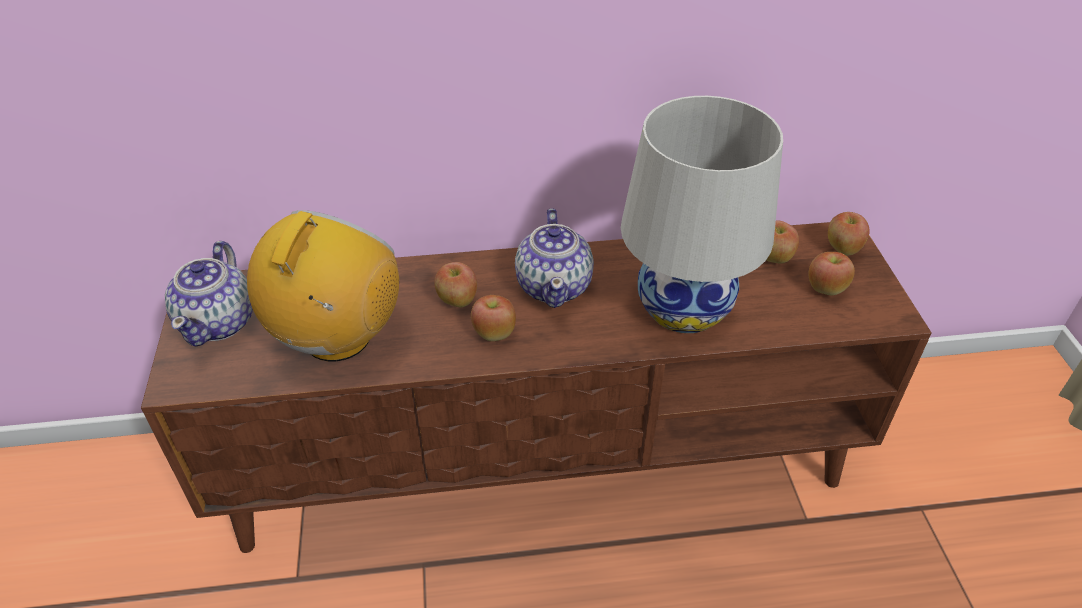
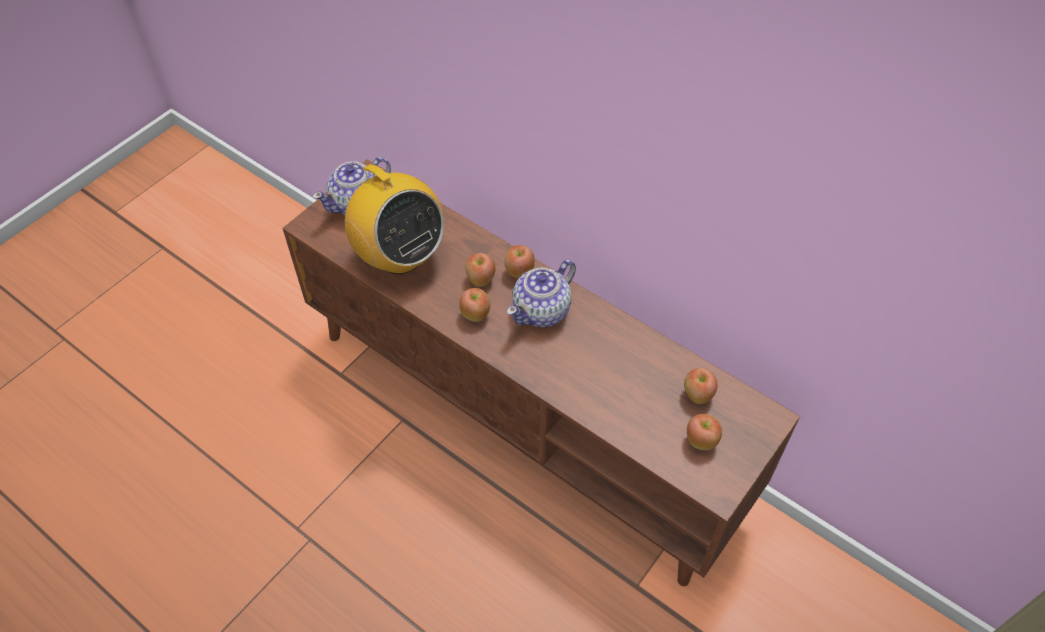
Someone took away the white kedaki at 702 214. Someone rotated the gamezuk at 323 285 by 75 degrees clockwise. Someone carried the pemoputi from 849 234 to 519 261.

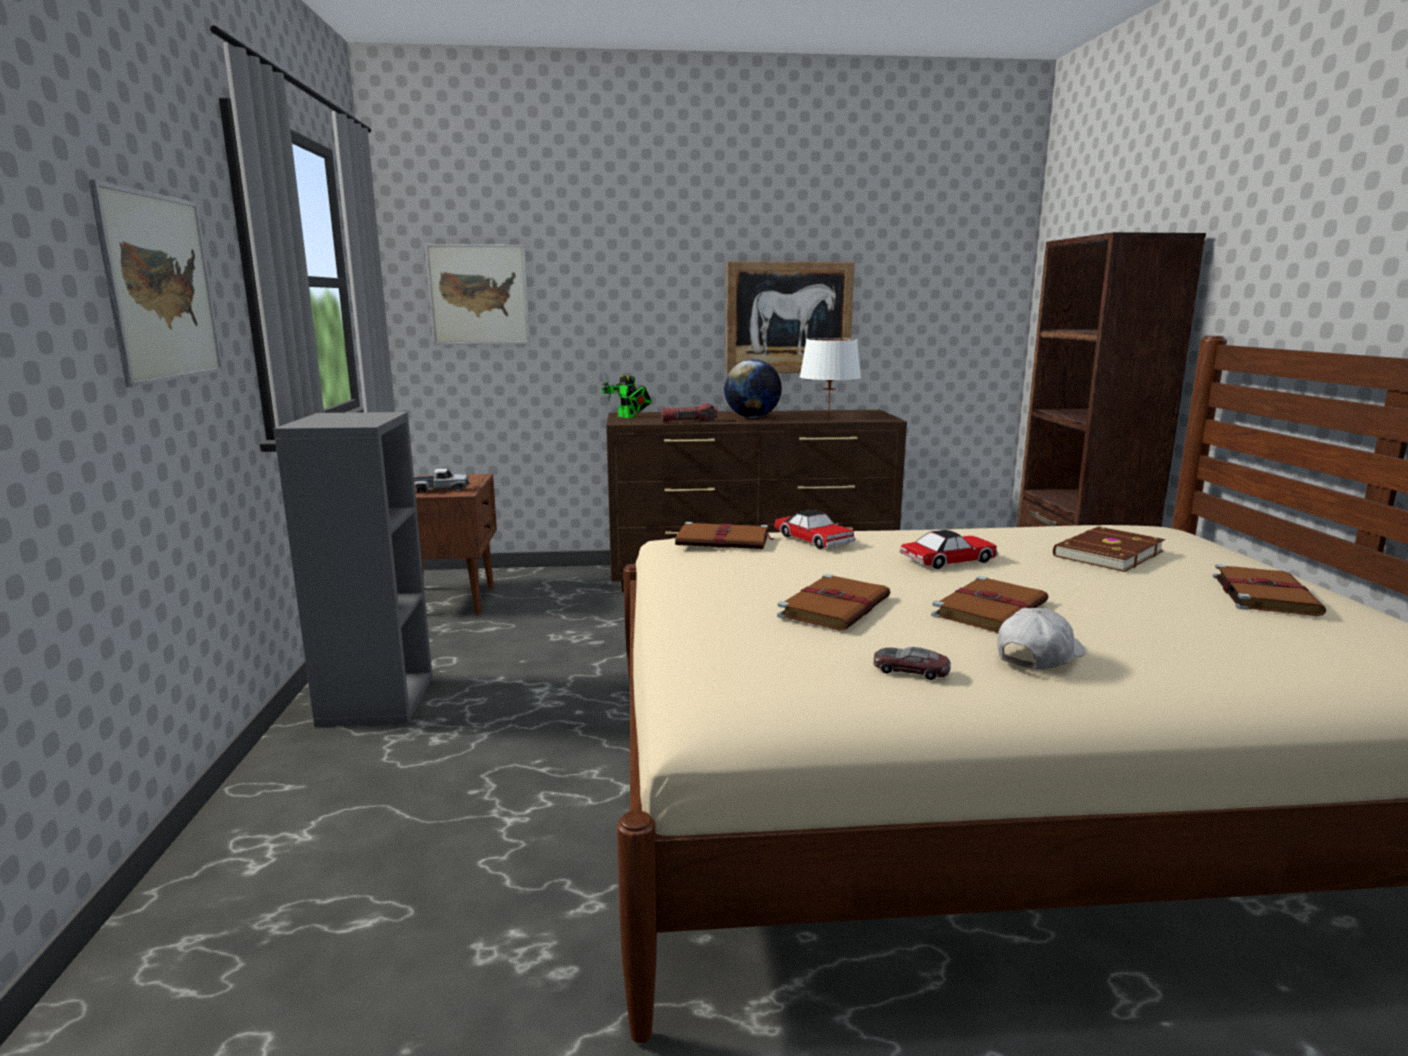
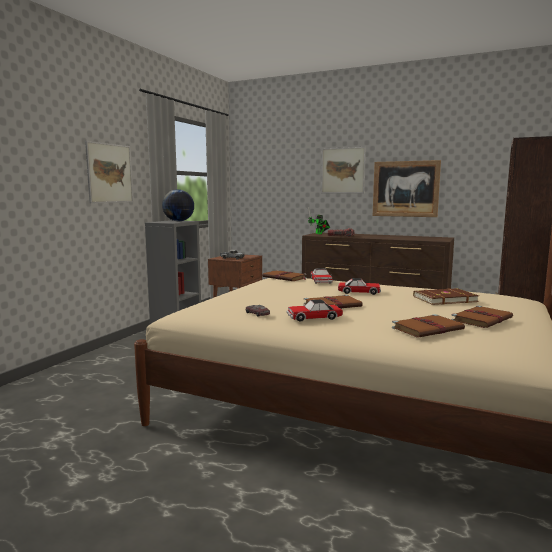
Someone carried the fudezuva from 478 294 to 343 170. Someone took away the white kedaki at 830 378. Someone carried the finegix from 753 388 to 178 205. Someone carried the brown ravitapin from 833 602 to 428 325. Someone swapped the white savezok at 1041 639 for the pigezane at 315 311.

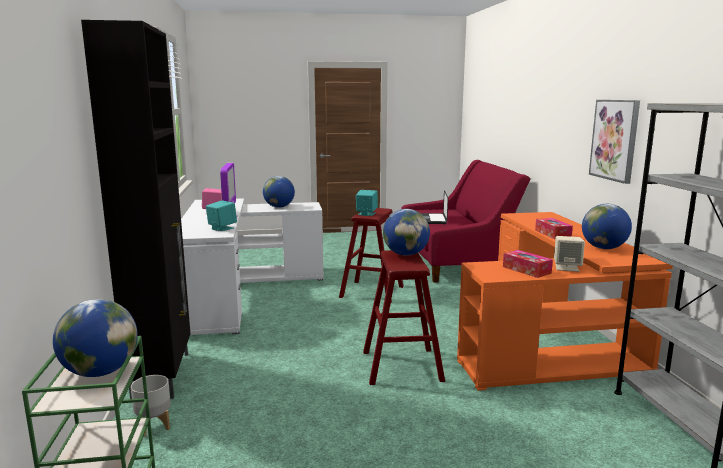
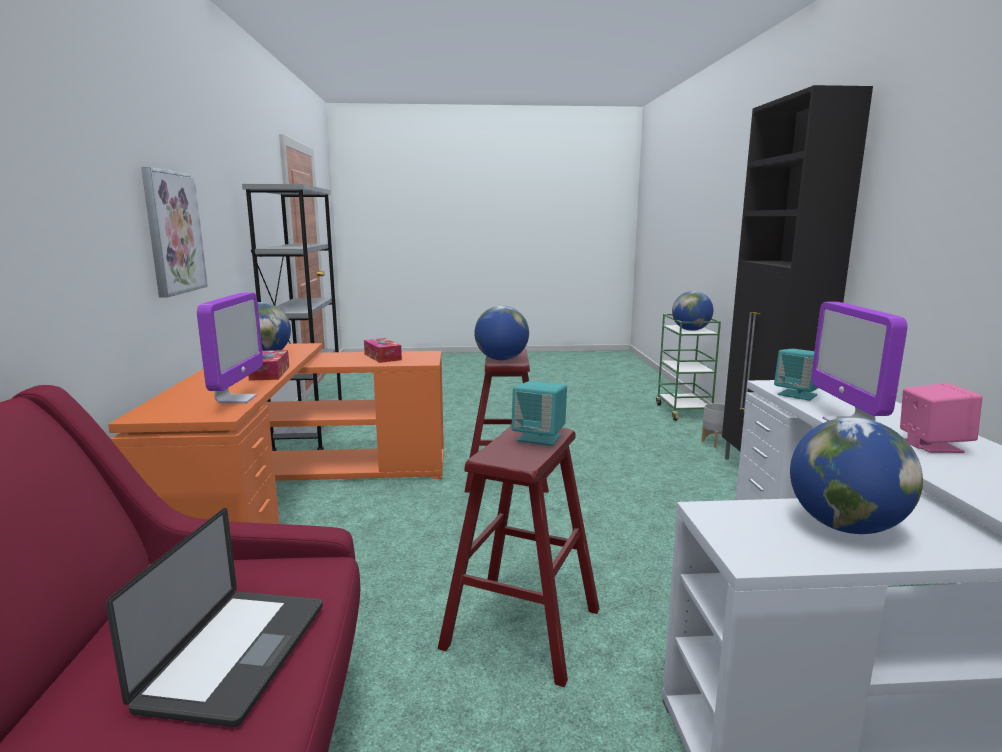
Someone took away the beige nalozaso at 569 254. Someone put down the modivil at 230 347.

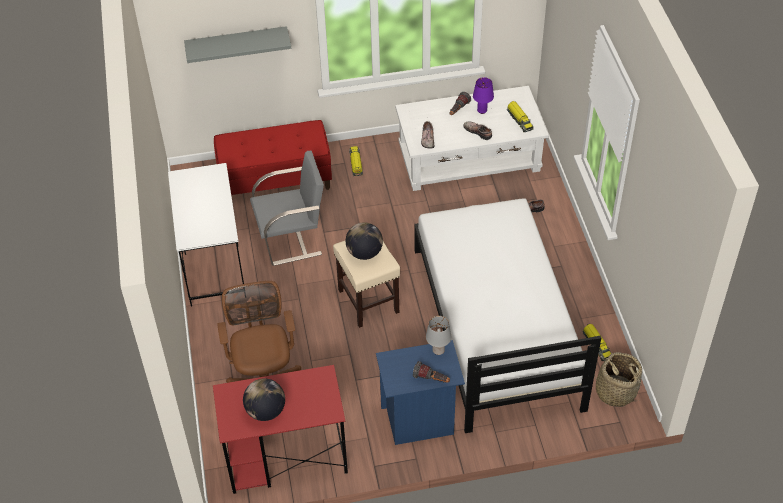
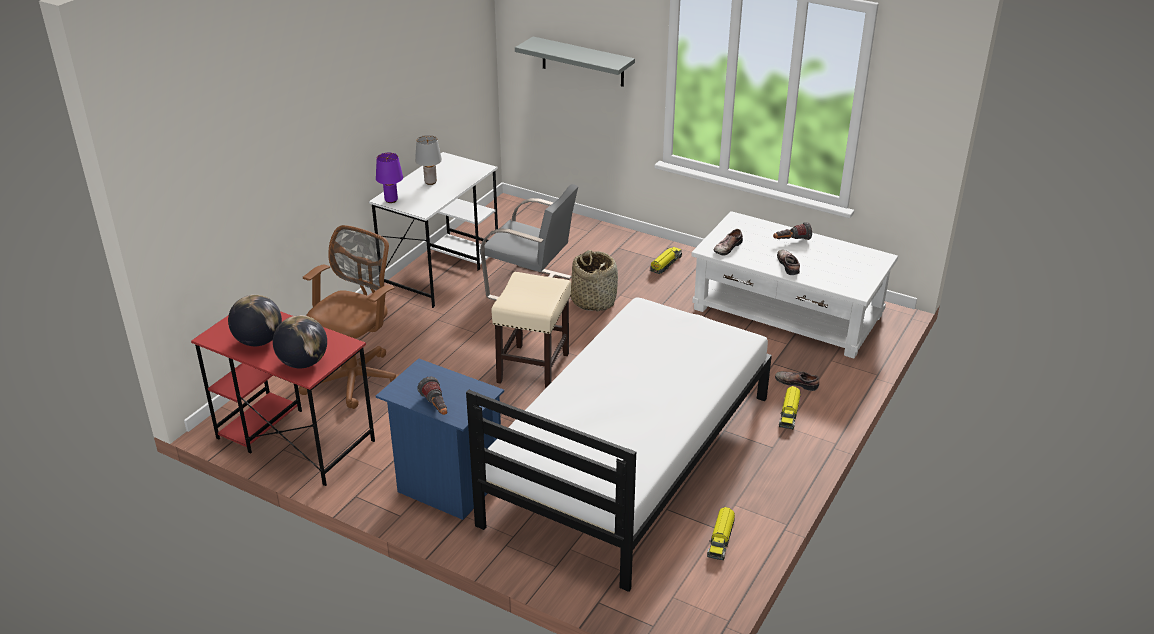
Someone carried the purple kedaki from 483 95 to 389 178. Someone carried the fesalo from 520 116 to 789 408. Someone took away the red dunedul at 273 157. Someone carried the finegix from 364 241 to 300 341. Someone carried the grey kedaki from 438 335 to 428 160. Someone carried the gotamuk from 618 379 to 594 281.

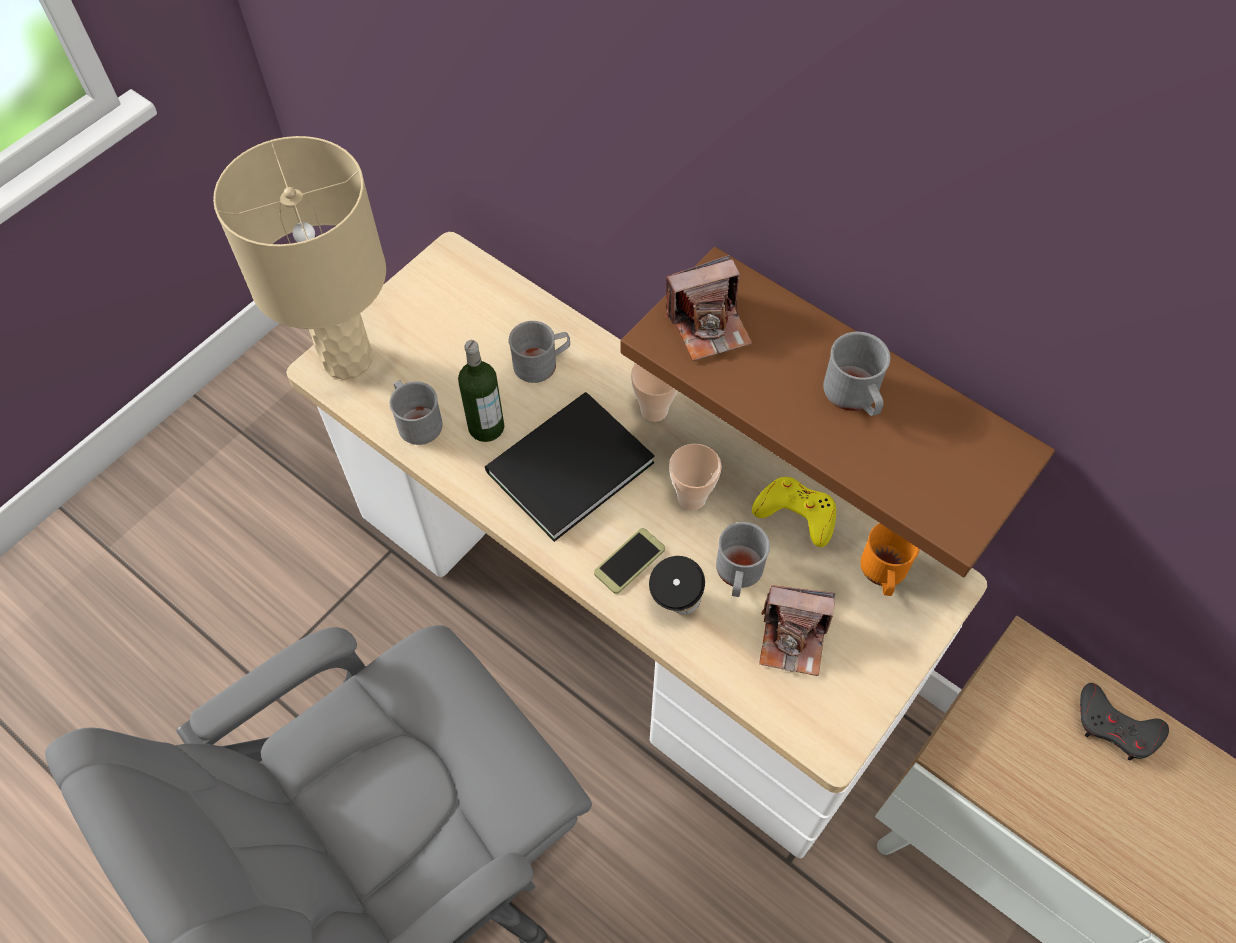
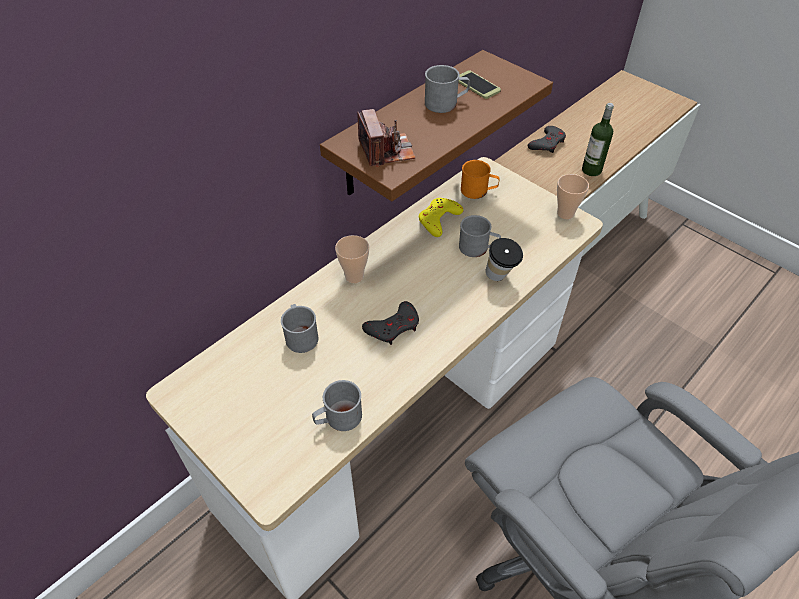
Someone took away the beige kedaki at 299 258. Someone carried the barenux from 481 391 to 598 139. Someone swapped the black ravitapin at 570 467 for the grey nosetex at 390 323. Someone carried the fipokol from 695 477 to 573 196. Someone carried the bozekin from 629 561 to 479 84. Someone took away the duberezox at 797 630.

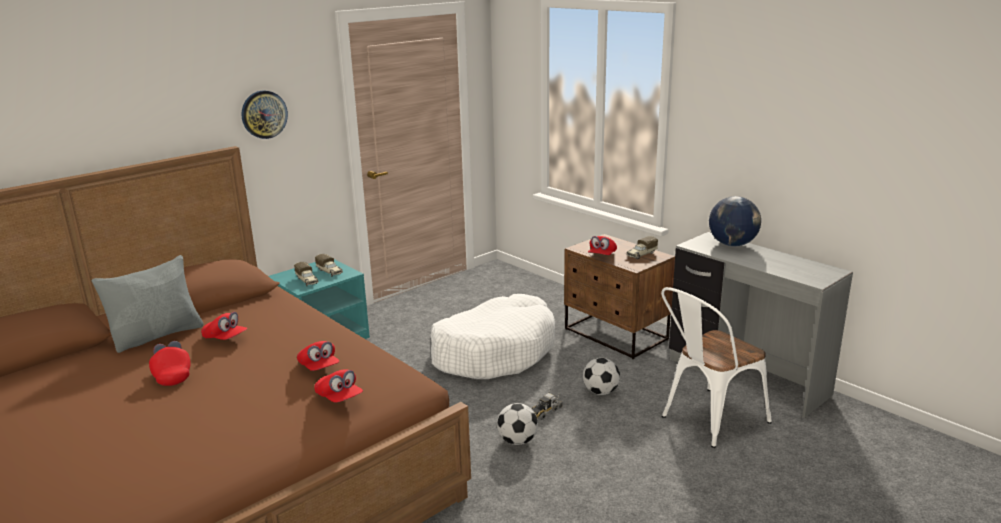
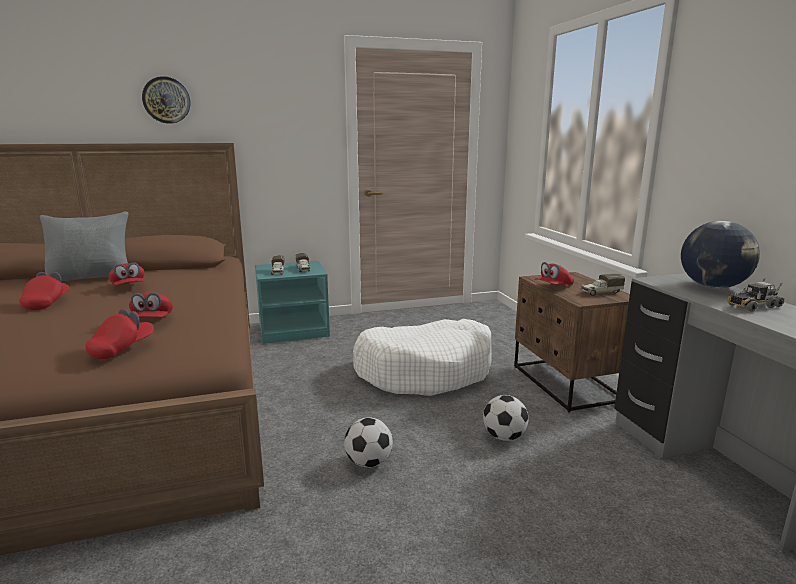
Someone carried the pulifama from 264 114 to 166 100. Someone took away the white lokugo at 716 367. Someone rotated the red savezok at 338 386 by 135 degrees counterclockwise. Someone carried the fesalo from 547 404 to 755 295.

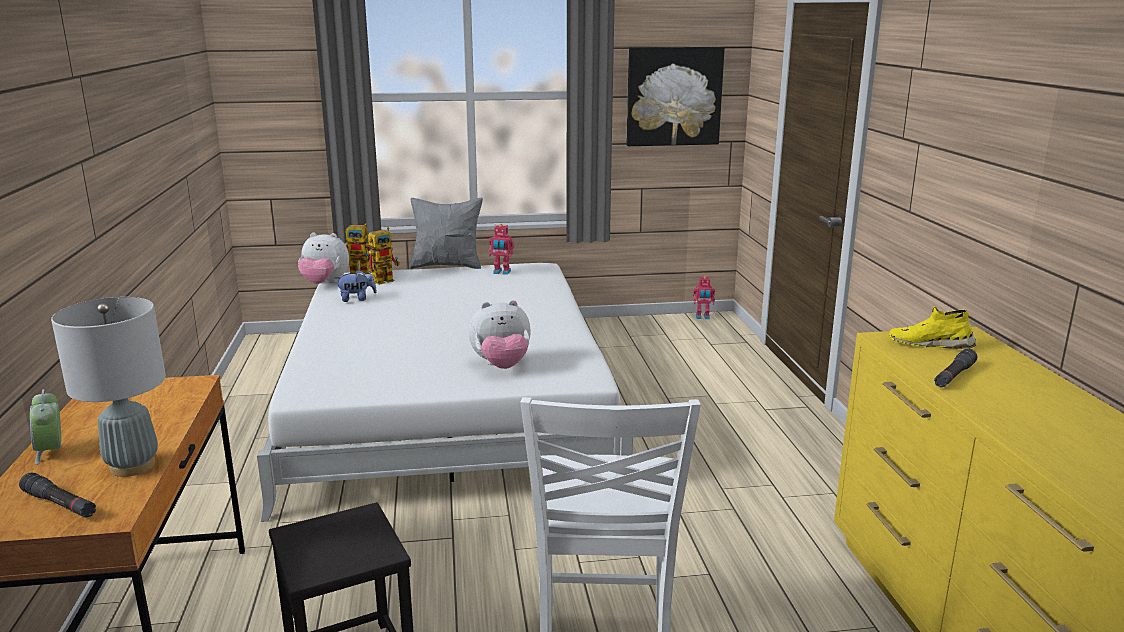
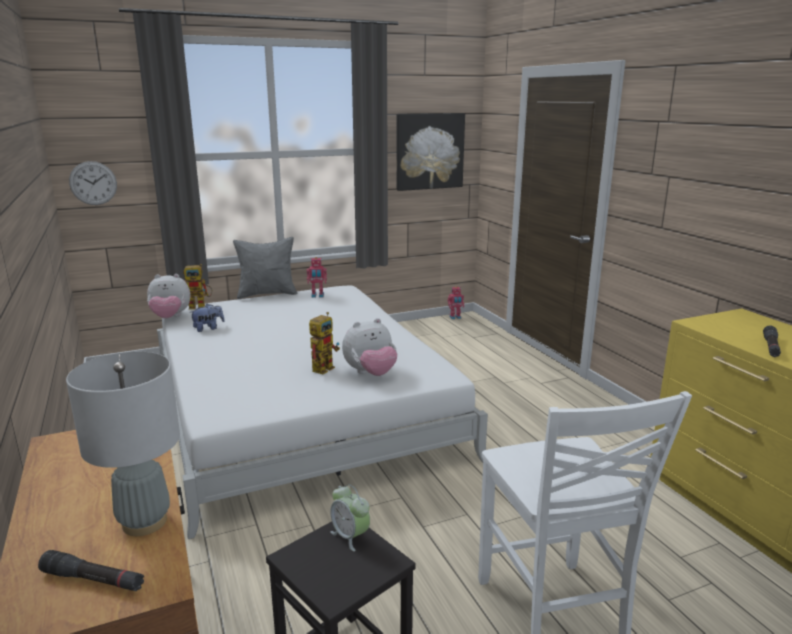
Someone carried the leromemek from 384 256 to 324 343. Someone took away the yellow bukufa at 932 327. Someone carried the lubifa from 45 427 to 350 518. Someone put up the pulifama at 93 183.

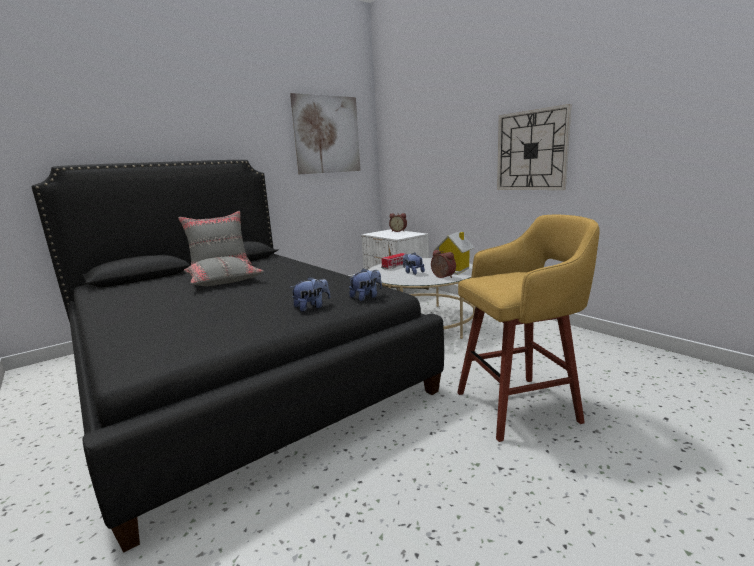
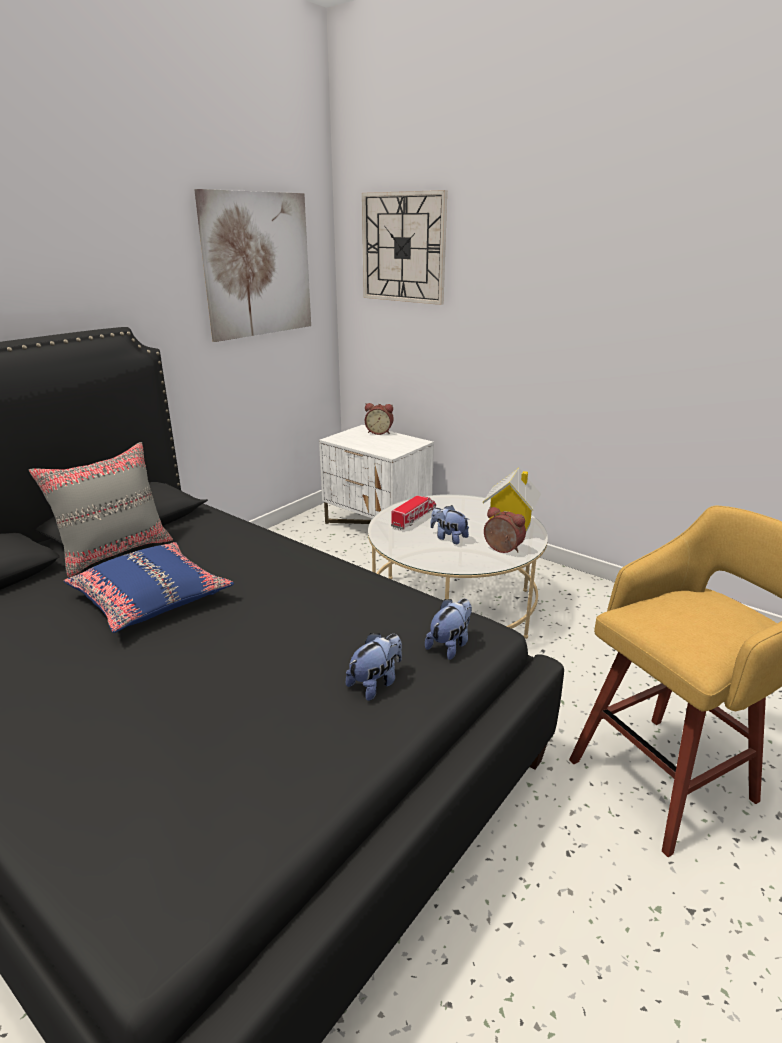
Someone carried the pulifama from 534 147 to 404 247. Someone repainted the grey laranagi at 224 271, which became the blue laranagi at 149 587.

